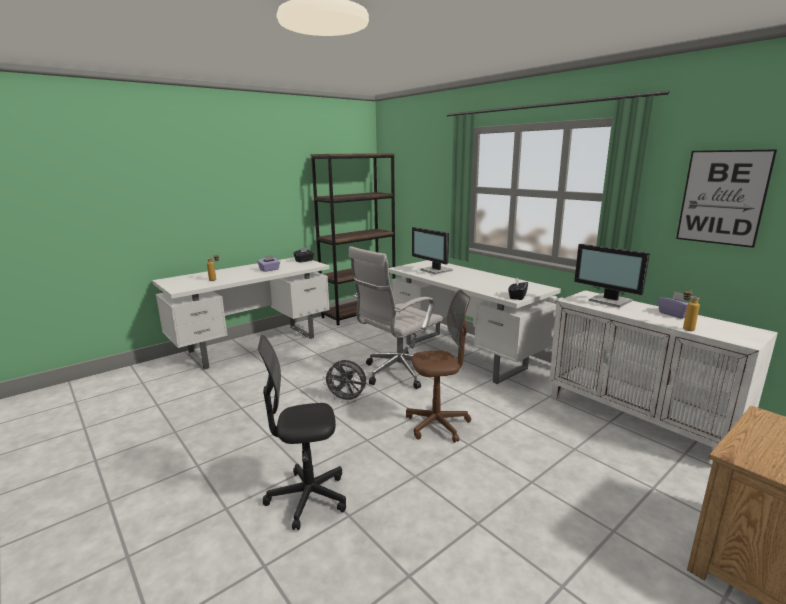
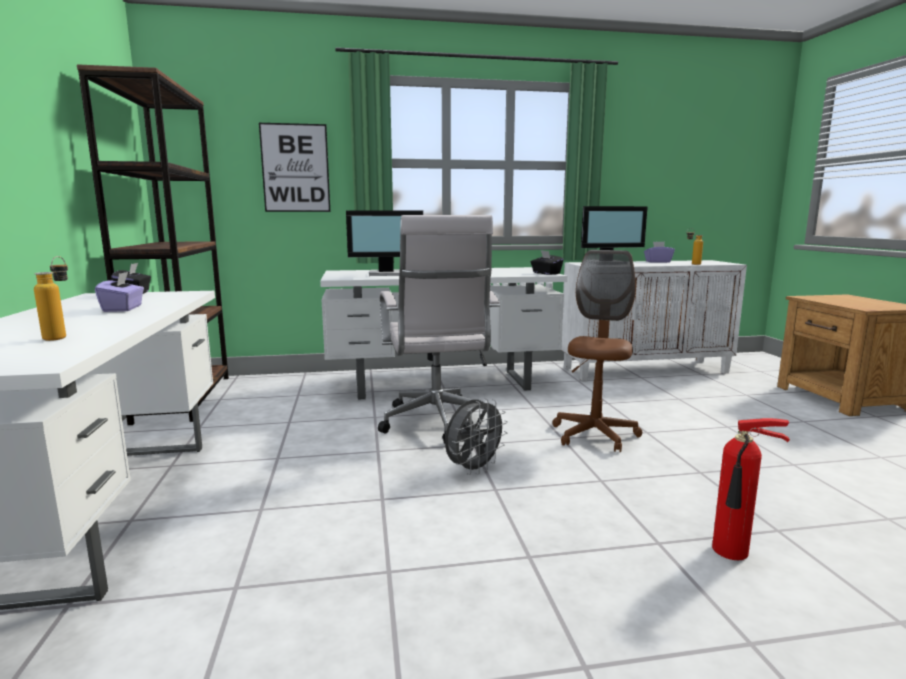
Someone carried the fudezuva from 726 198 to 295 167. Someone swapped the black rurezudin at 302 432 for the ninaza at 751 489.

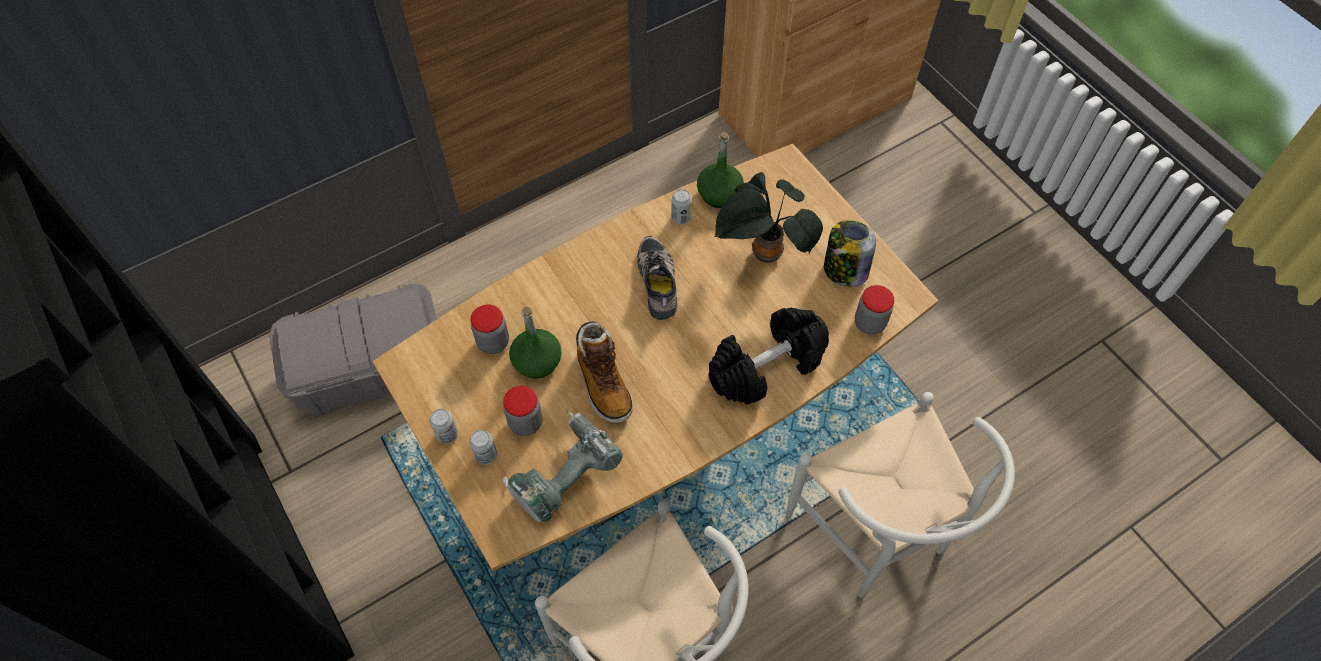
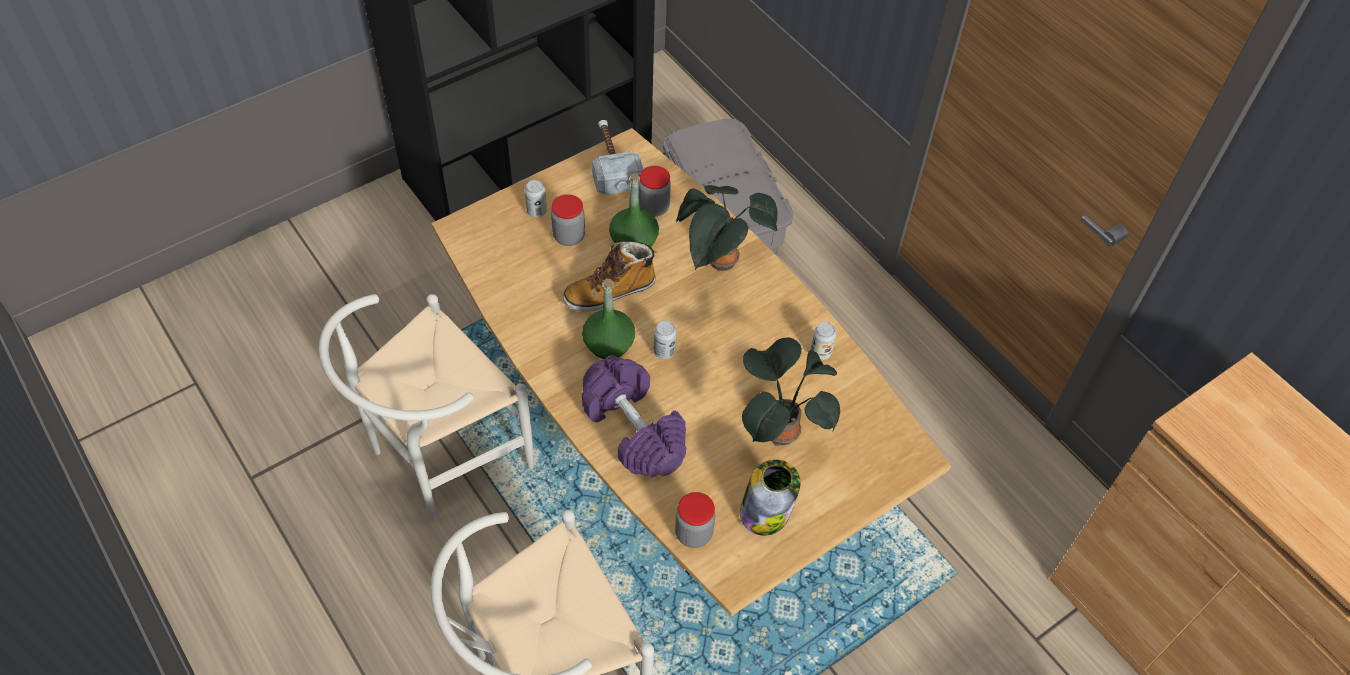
Someone carried the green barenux from 720 170 to 608 318. Someone took away the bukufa at 657 278. Someone repainted the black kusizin at 768 356, which became the purple kusizin at 634 416. Someone carried the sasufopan from 444 426 to 665 340. Someone took away the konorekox at 562 465. Someone put down the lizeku at 618 157. Someone put down the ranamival at 726 228.

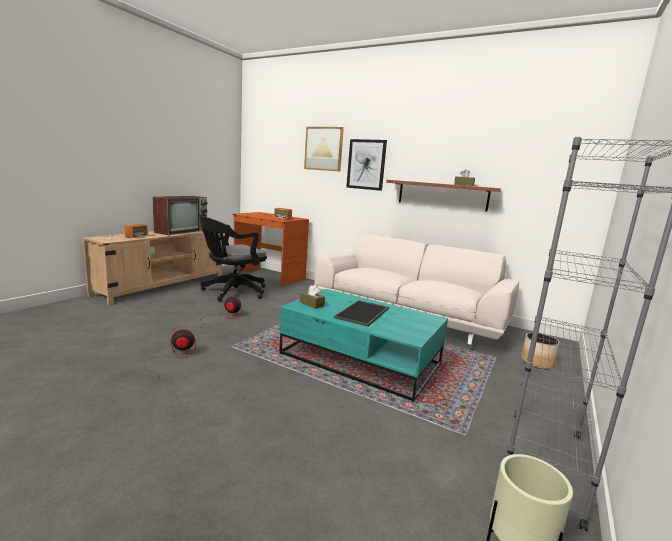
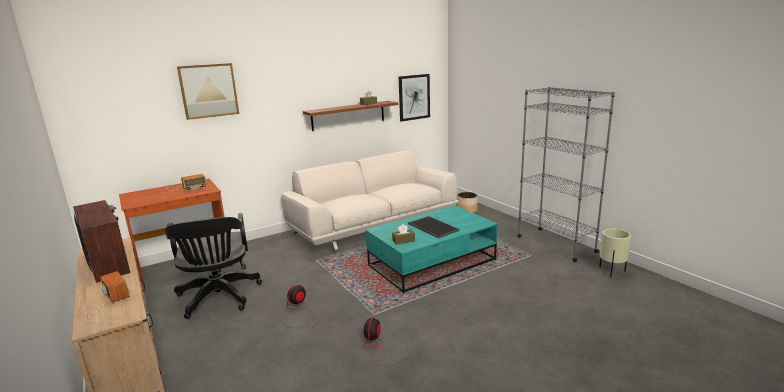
Someone carried the fudezuva from 366 165 to 414 98.

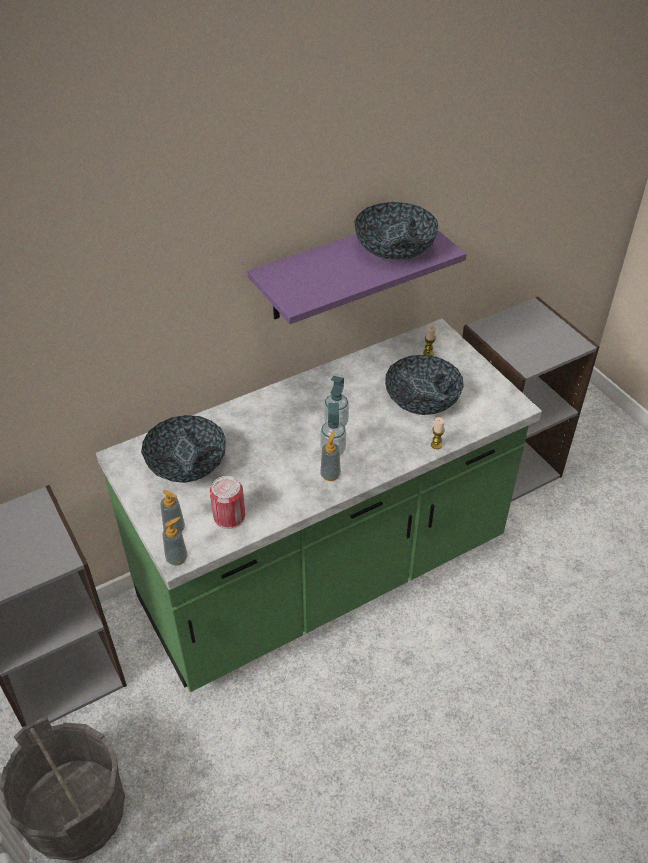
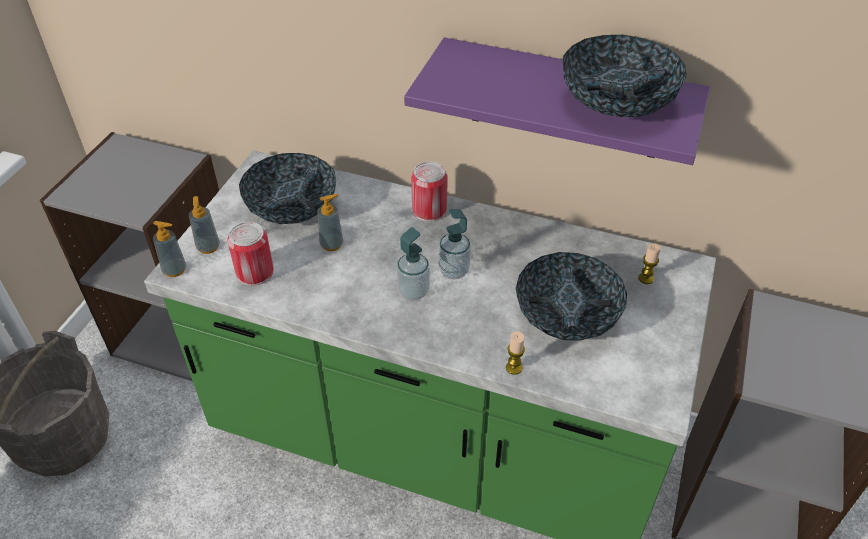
Someone carried the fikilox from 330 456 to 330 222. Someone put down the sasufopan at 429 192.

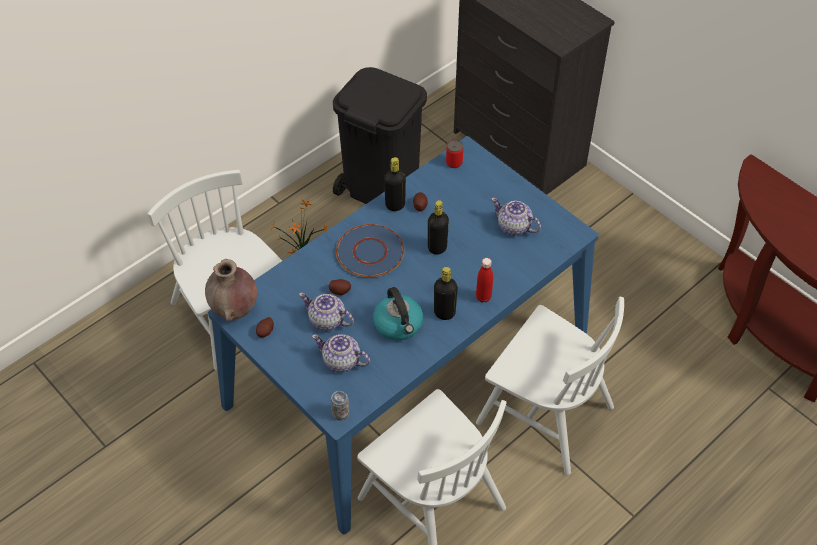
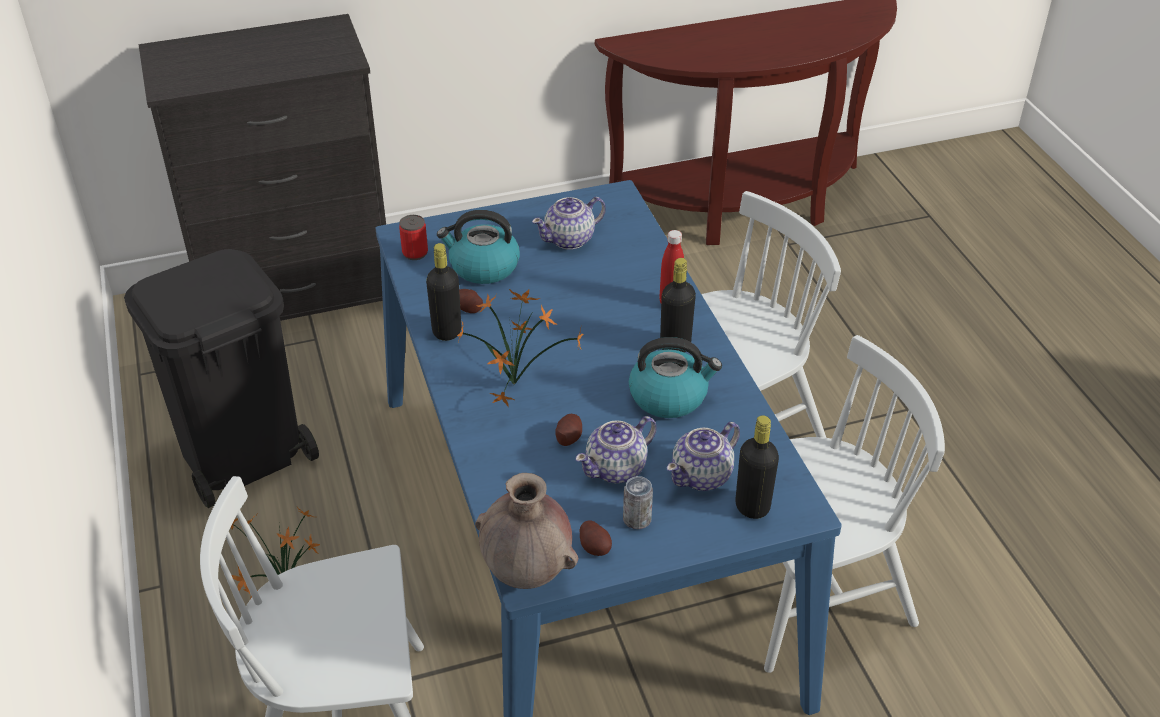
Someone carried the black barenux from 438 227 to 757 467. Someone swapped the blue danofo at 370 250 for the ranamival at 519 348. Someone carried the sasufopan from 340 406 to 638 502. Someone put down the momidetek at 478 247.

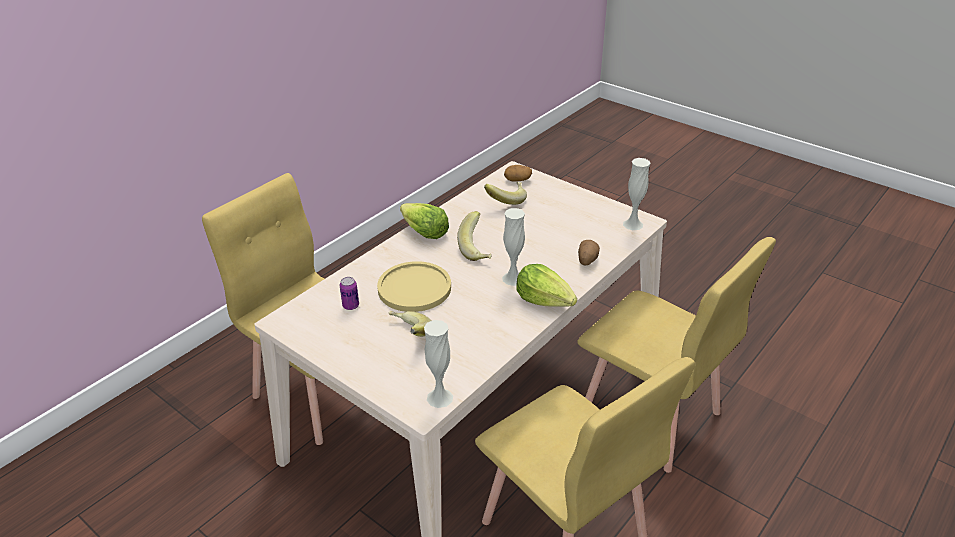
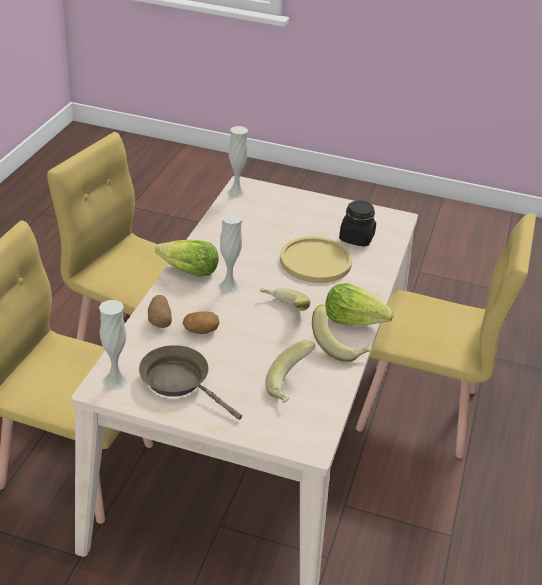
Someone carried the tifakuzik from 518 173 to 201 323. Someone swapped the sasufopan at 349 293 for the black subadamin at 357 224. Someone carried the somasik from 410 324 to 342 333. Someone put down the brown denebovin at 190 382.

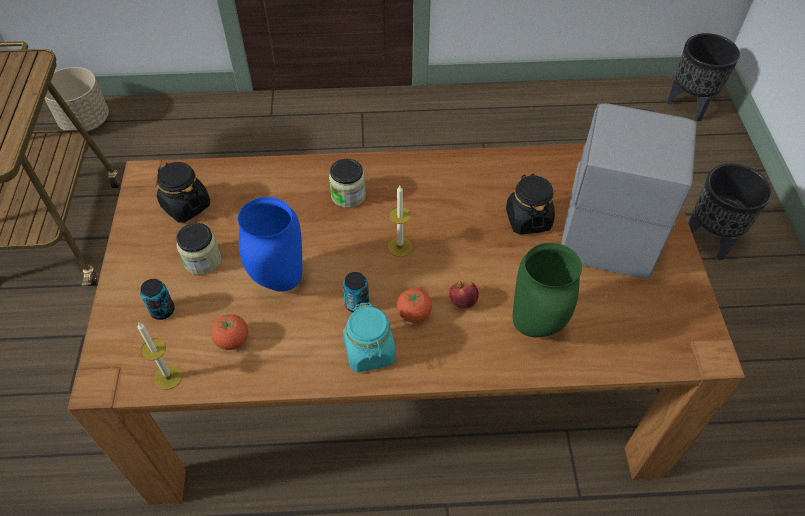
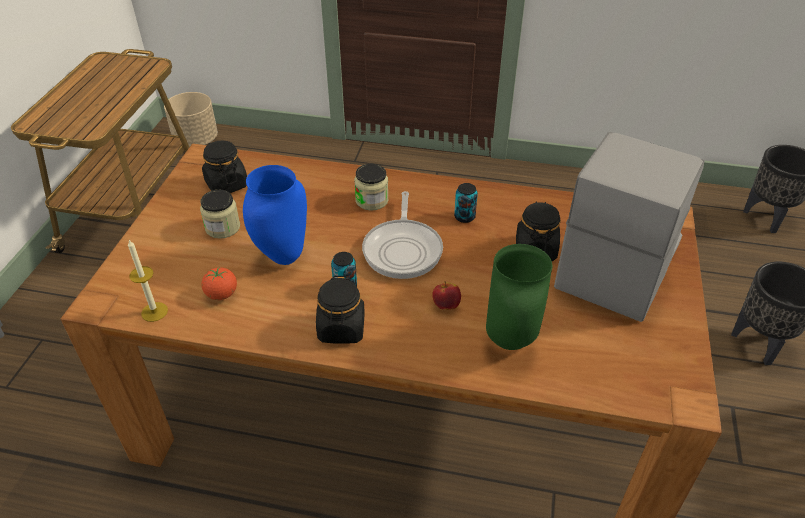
Someone swapped the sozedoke at 400 221 for the denebovin at 402 235. Someone carried the sasufopan from 157 299 to 466 203. Someone took away the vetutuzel at 414 305. Someone repainted the turquoise subadamin at 369 337, which became the black subadamin at 340 310.

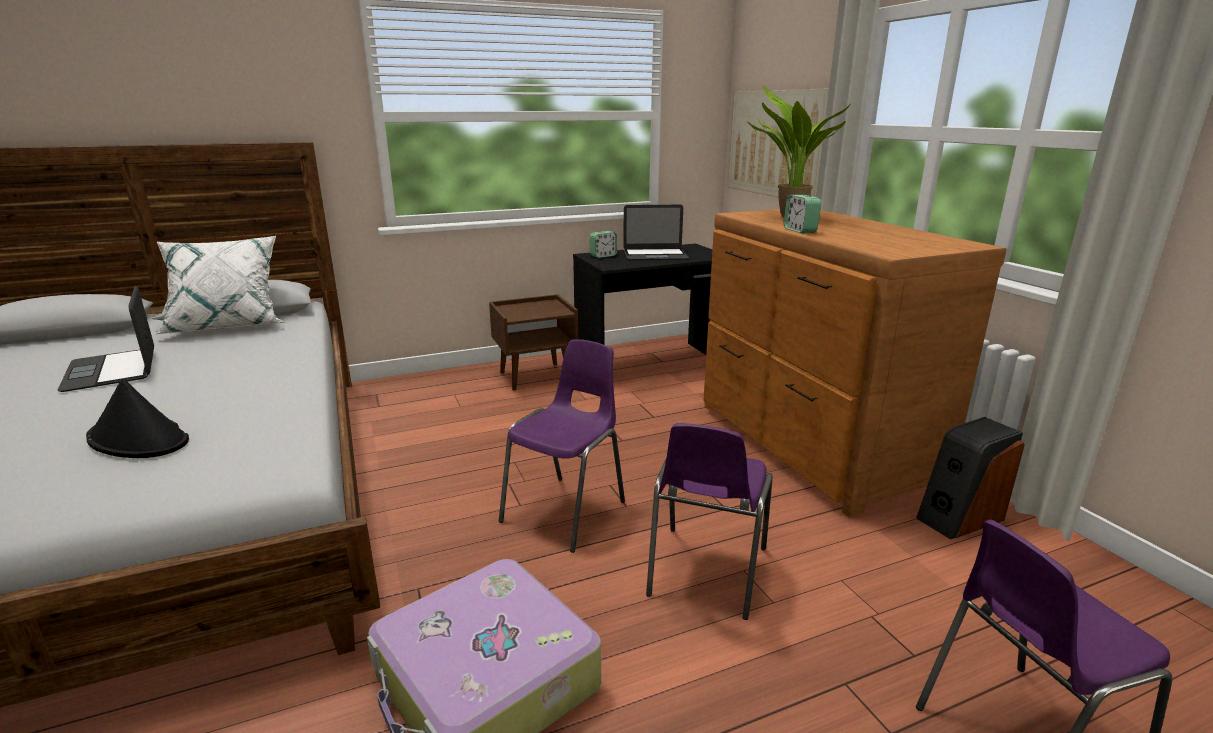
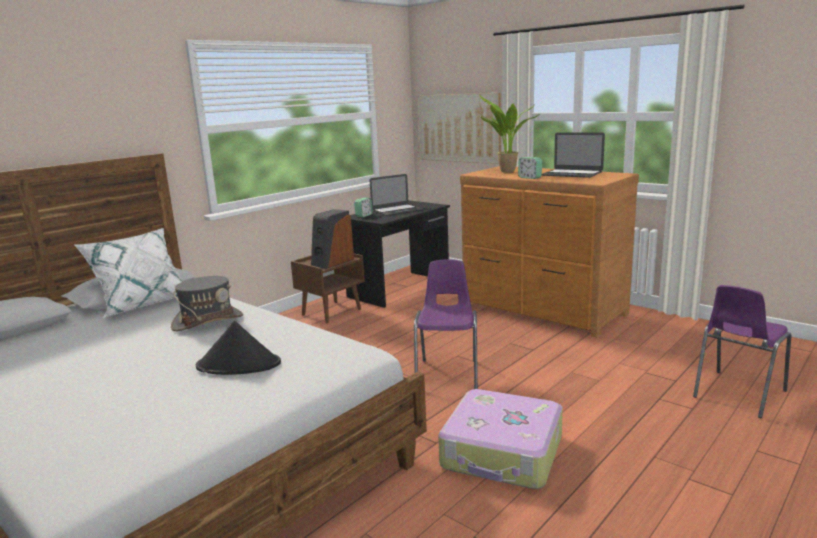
Someone carried the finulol from 106 339 to 573 155. Someone carried the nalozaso from 970 478 to 332 239. Someone took away the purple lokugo at 709 521. Someone put down the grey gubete at 207 303.

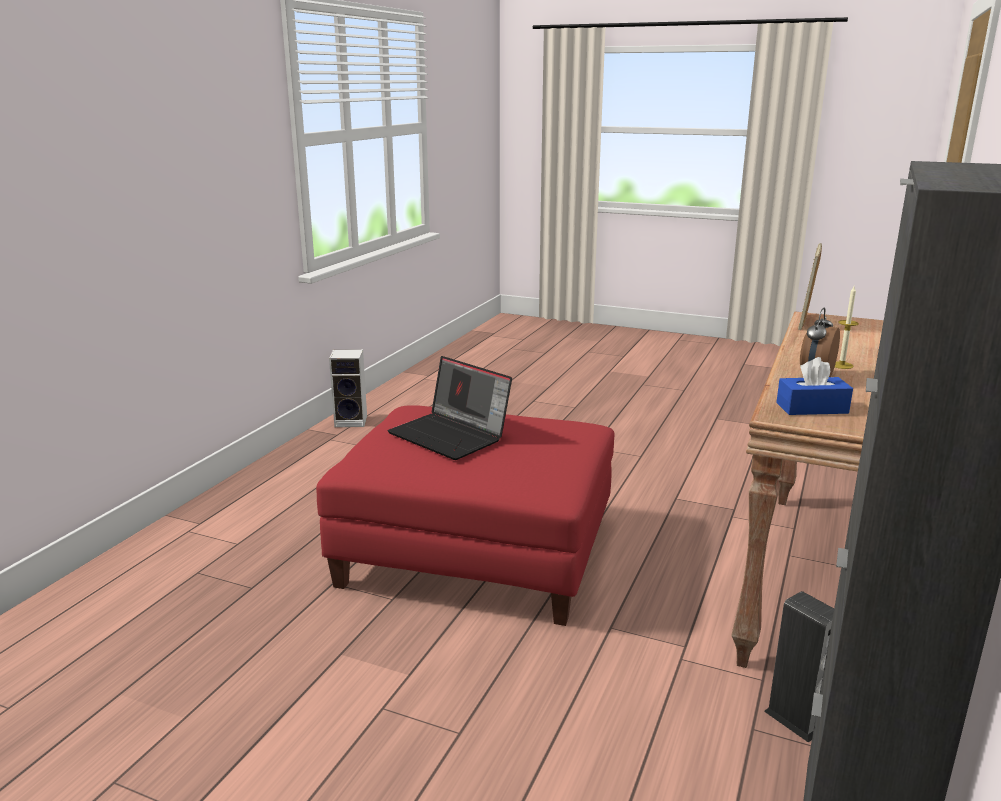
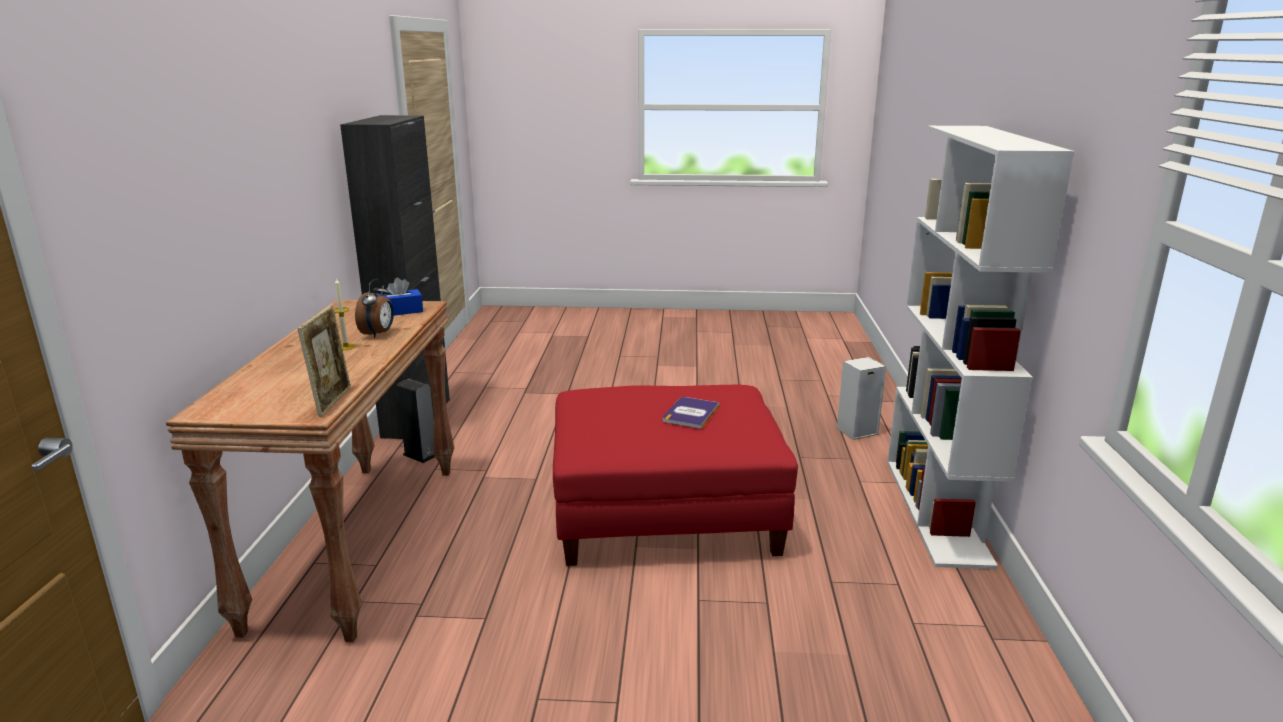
Someone carried the nalozaso from 348 388 to 861 398. Someone swapped the finulol at 450 408 for the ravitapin at 691 413. Someone put down the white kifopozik at 981 347.

